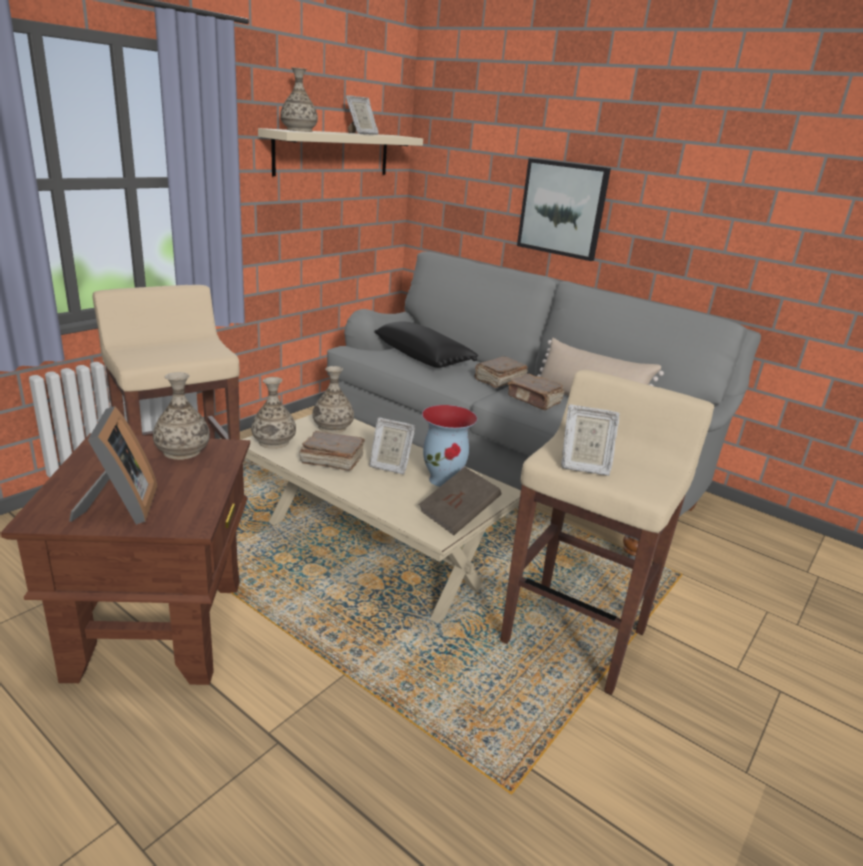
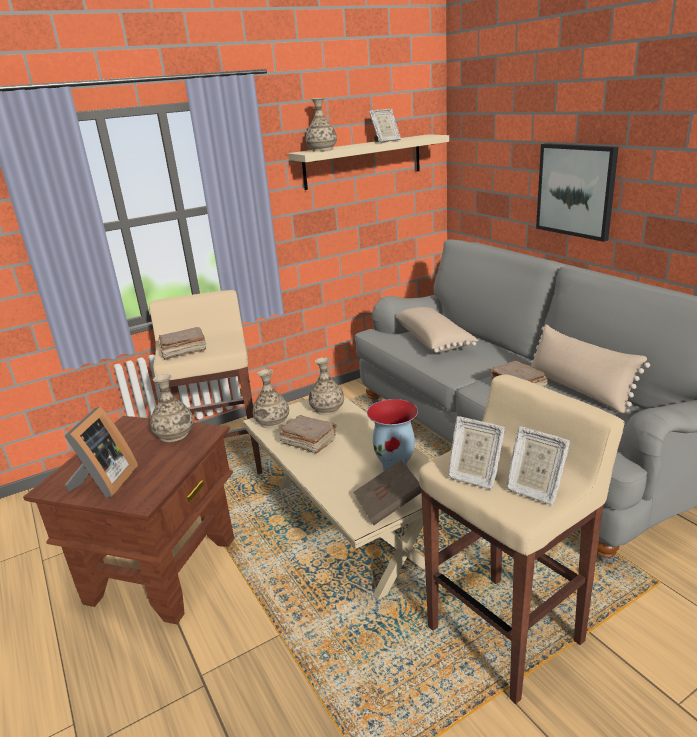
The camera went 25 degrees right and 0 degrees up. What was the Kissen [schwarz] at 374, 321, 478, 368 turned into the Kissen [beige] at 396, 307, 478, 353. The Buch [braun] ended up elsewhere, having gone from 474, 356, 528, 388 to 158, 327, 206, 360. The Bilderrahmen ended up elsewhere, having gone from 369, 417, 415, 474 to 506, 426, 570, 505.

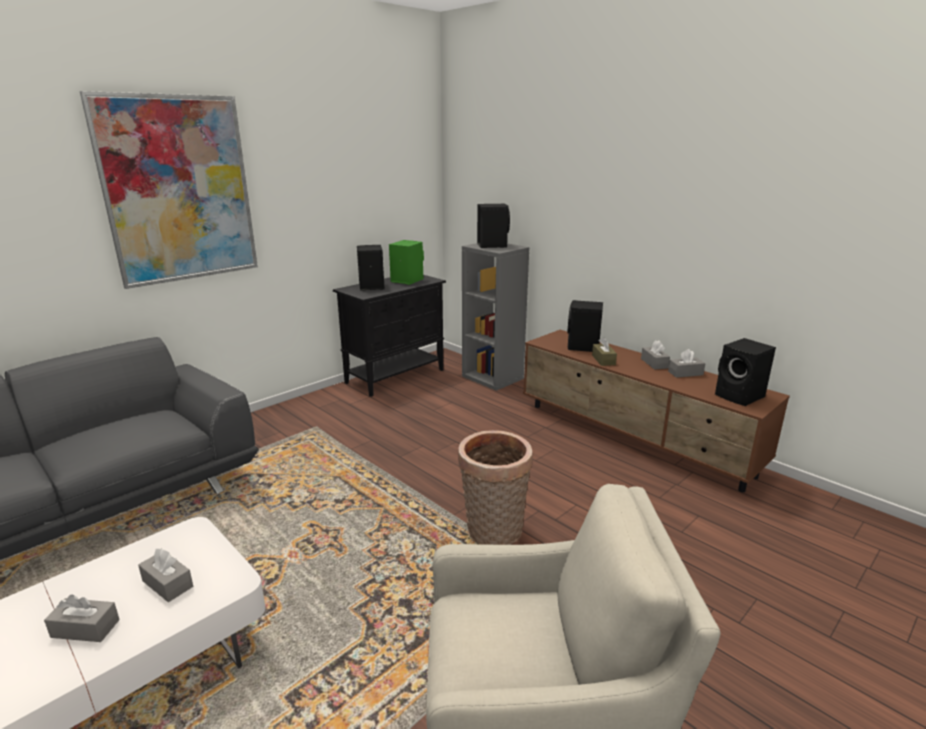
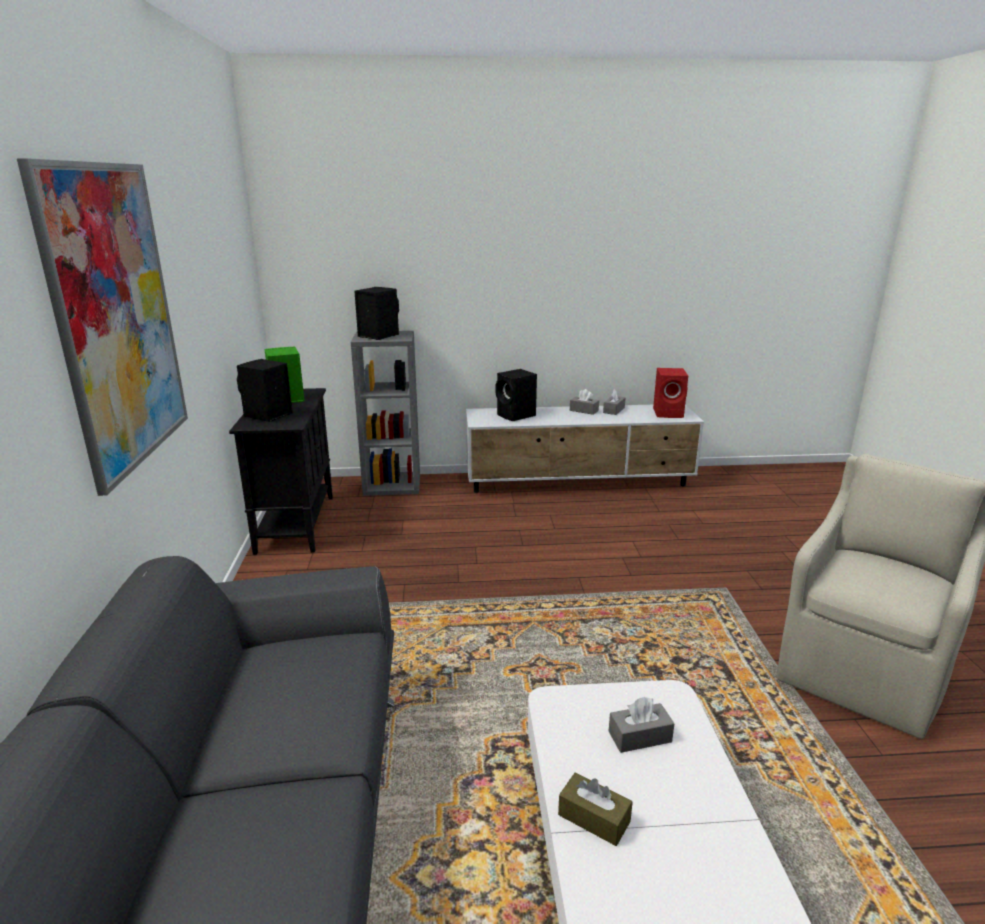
The camera went 50 degrees left and 0 degrees up. What was the Fernsehschrank [braun] at 523, 330, 790, 492 turned into the Fernsehschrank [weiß] at 466, 405, 704, 493. The Taschentuchbox [braun] ended up elsewhere, having gone from 592, 337, 617, 366 to 558, 773, 633, 846. What was the Lautsprecher [schwarz] at 715, 338, 776, 406 turned into the Lautsprecher [rot] at 653, 368, 688, 418. The second view lost the Korb at 458, 430, 533, 545. The second view lost the Taschentuchbox [grau] at 44, 594, 120, 642.

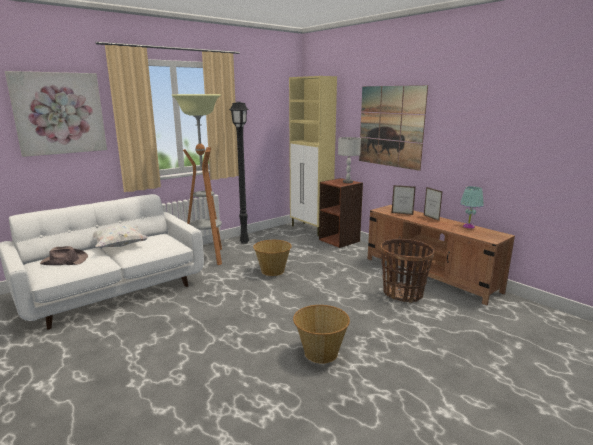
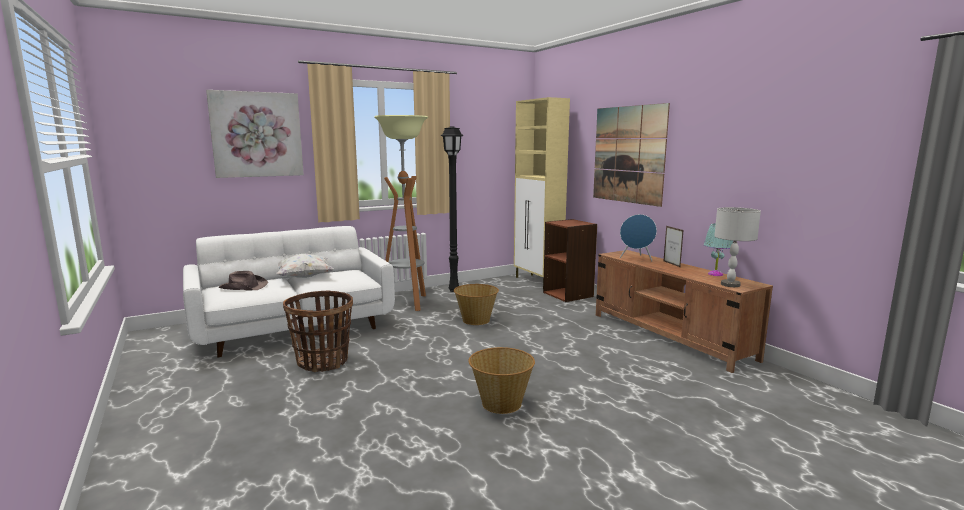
The camera went 10 degrees right and 5 degrees down. The Tischlampe [grau] ended up elsewhere, having gone from 338, 137, 361, 183 to 714, 207, 761, 287. Where the Bilderrahmen stood at 392, 185, 416, 215, the Lautsprecher [blau] came to stand at 620, 214, 657, 261. The Korb ended up elsewhere, having gone from 381, 238, 434, 303 to 283, 290, 353, 372.

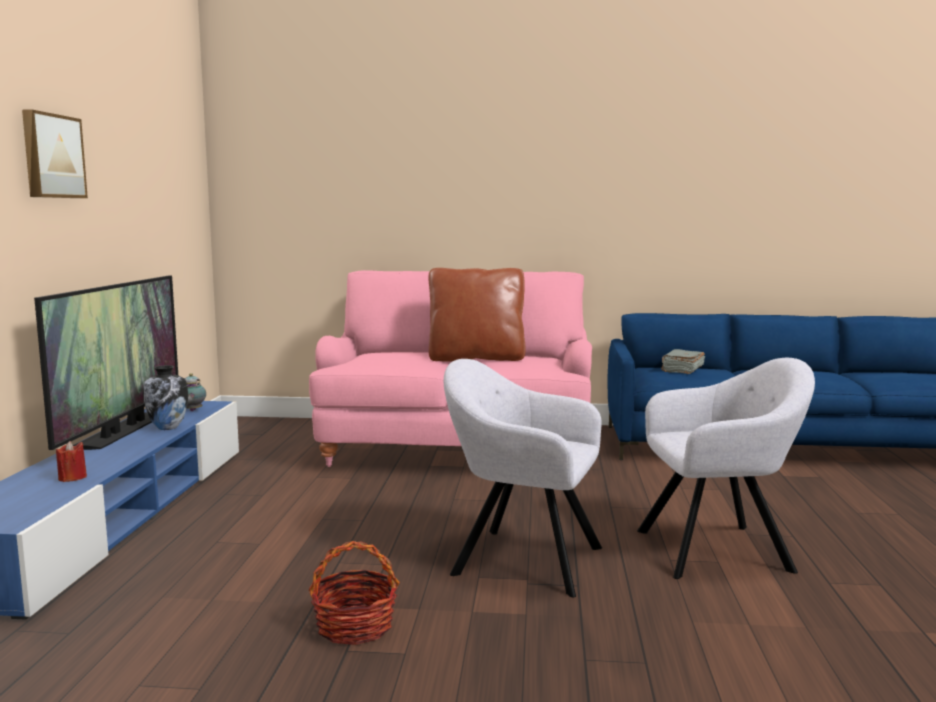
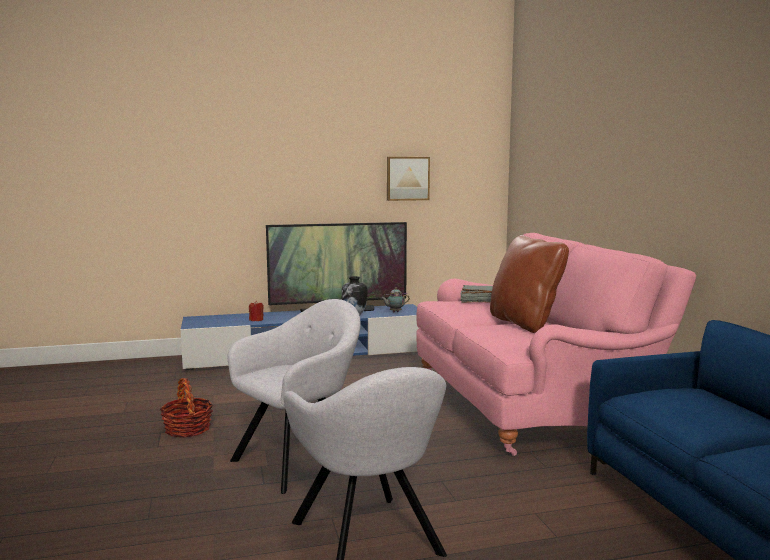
The camera went 70 degrees right and 0 degrees up. The Bild ended up elsewhere, having gone from 22, 109, 88, 198 to 387, 157, 430, 201. The Buch [grau] ended up elsewhere, having gone from 661, 349, 705, 374 to 461, 285, 493, 303. The Sessel [grau] at 444, 359, 602, 598 ended up facing another way, 45 degrees clockwise from before.

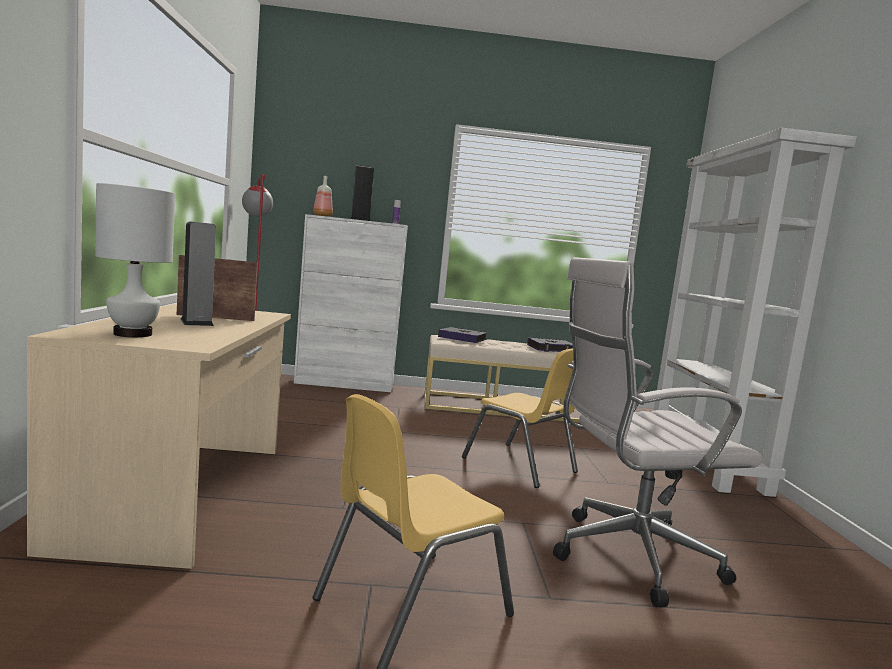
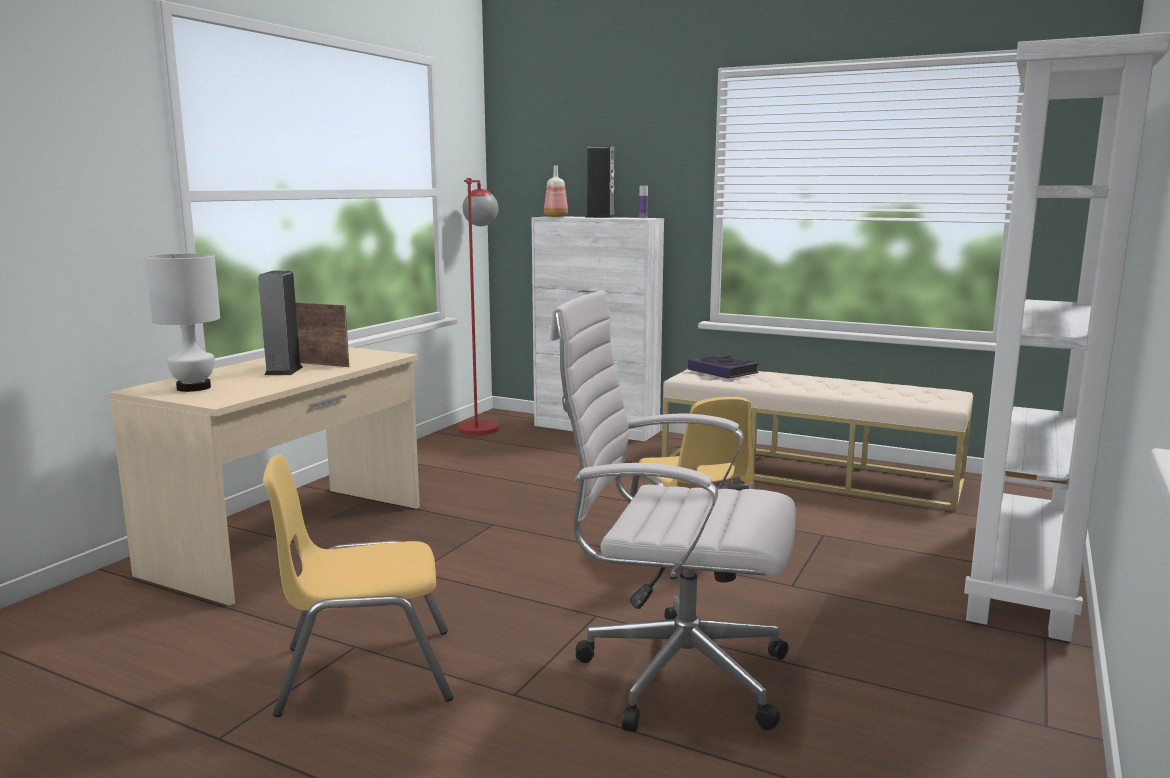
The camera went 30 degrees right and 5 degrees up. The second view lost the Buch at 527, 338, 573, 352.

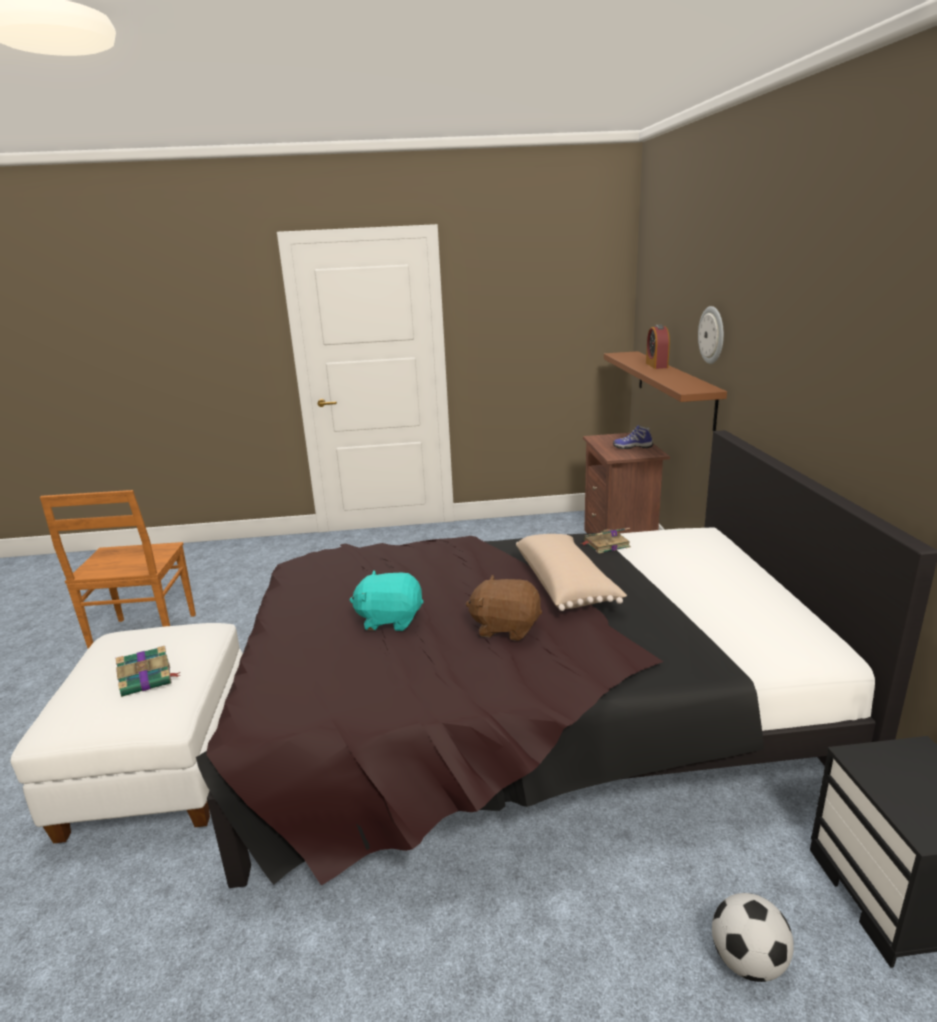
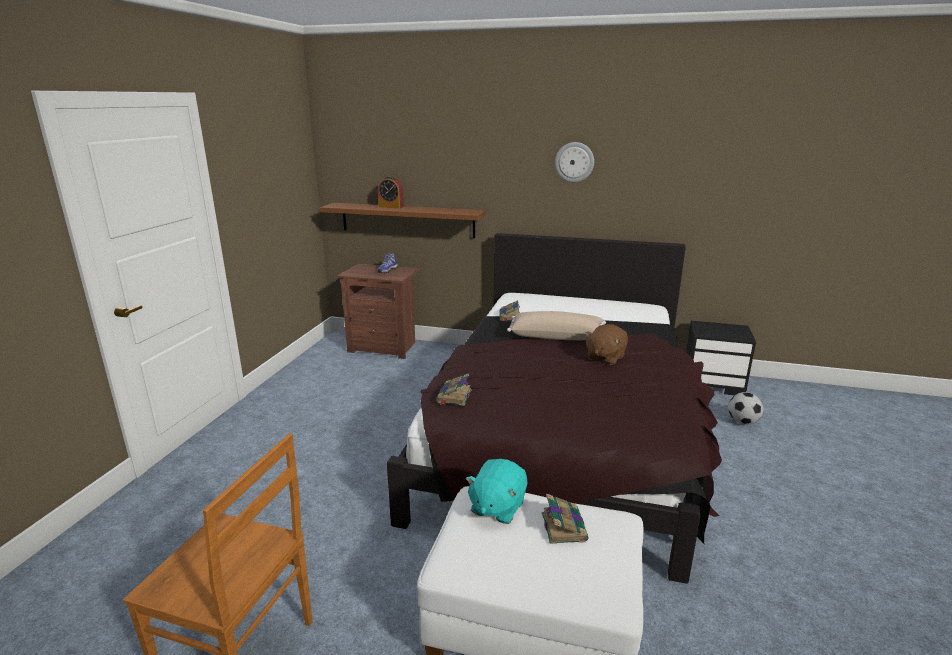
The camera went 70 degrees left and 0 degrees up. The Wanduhr ended up elsewhere, having gone from 698, 306, 724, 364 to 555, 142, 594, 182. The Plüschtier [türkis] ended up elsewhere, having gone from 350, 571, 424, 631 to 466, 459, 527, 524. The second view gained the Buch at 436, 373, 472, 406.

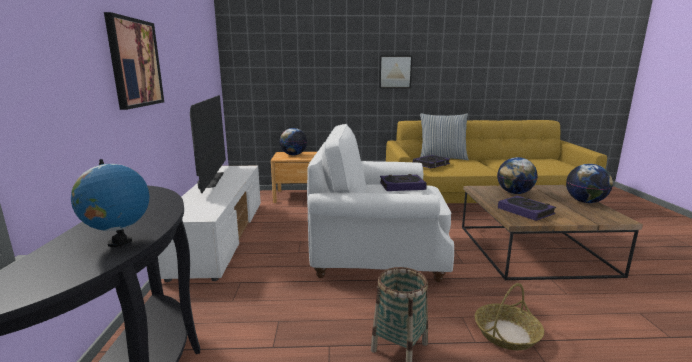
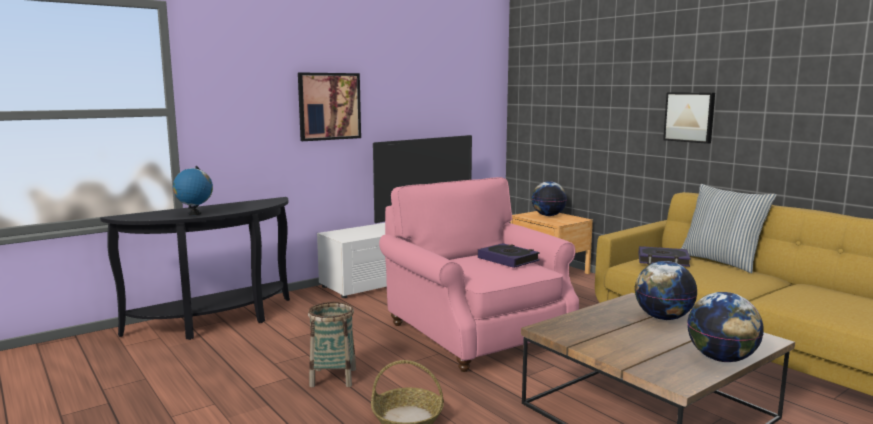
The camera went 55 degrees right and 5 degrees down. What was the Sessel [weiß] at 307, 124, 454, 282 turned into the Sessel [rosa] at 379, 177, 579, 372. The second view lost the Buch at 498, 196, 556, 221.

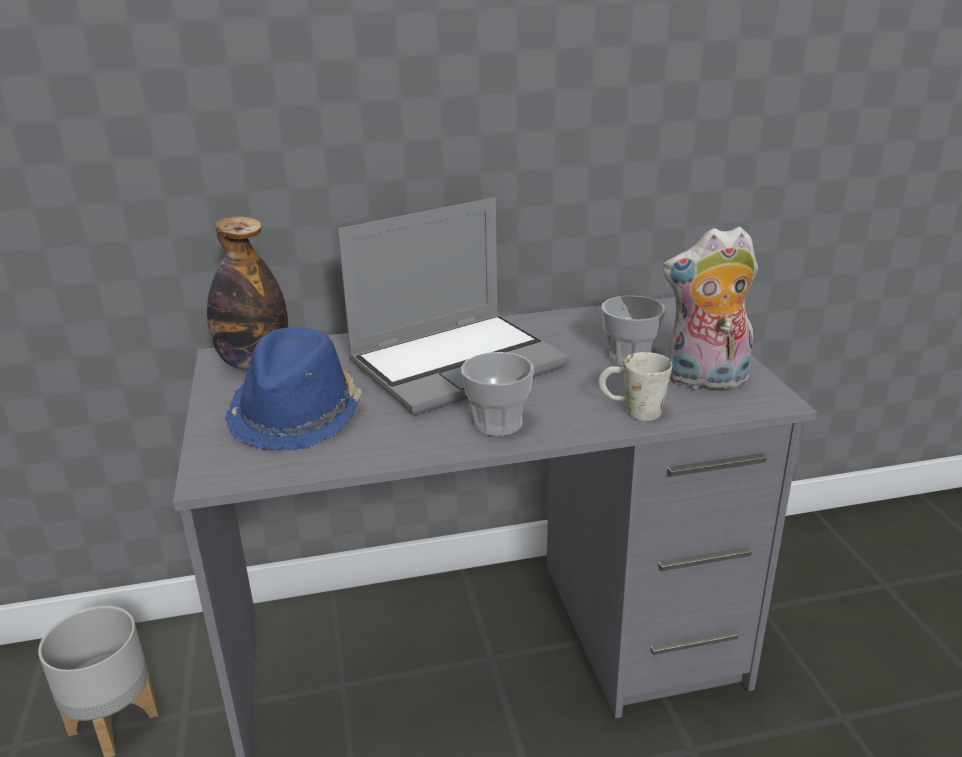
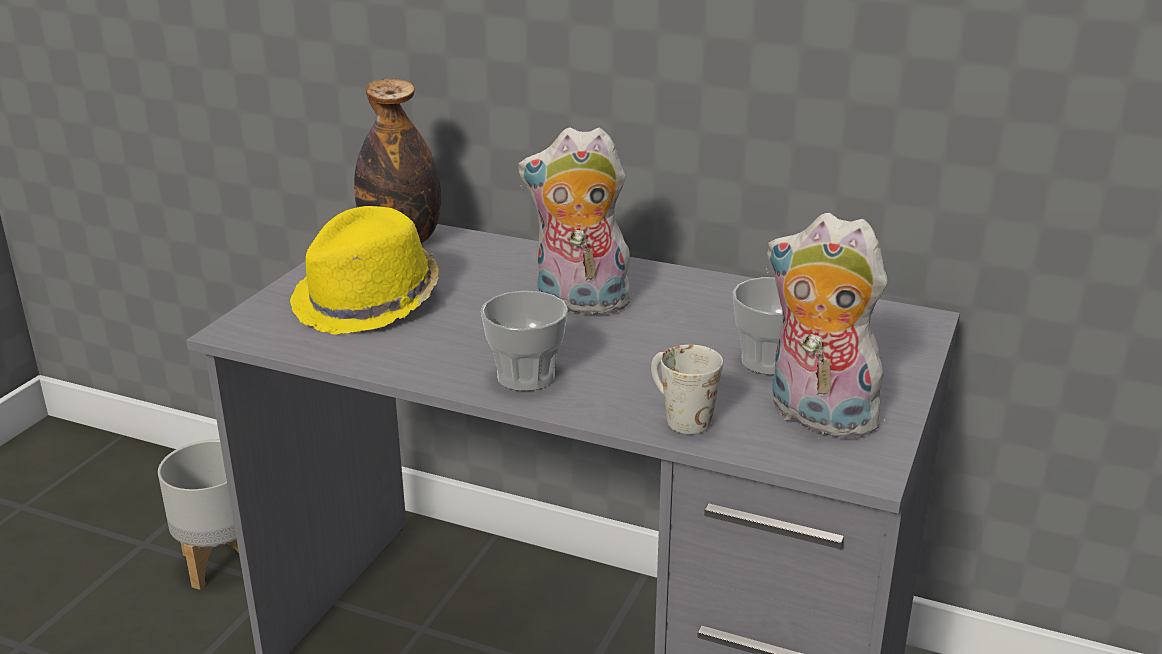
The camera went 35 degrees right and 0 degrees up. Where the Laptop stood at 337, 197, 569, 415, the Plüschtier came to stand at 518, 127, 634, 319. What was the Hut [blau] at 225, 327, 362, 451 turned into the Hut [gelb] at 290, 206, 439, 335.

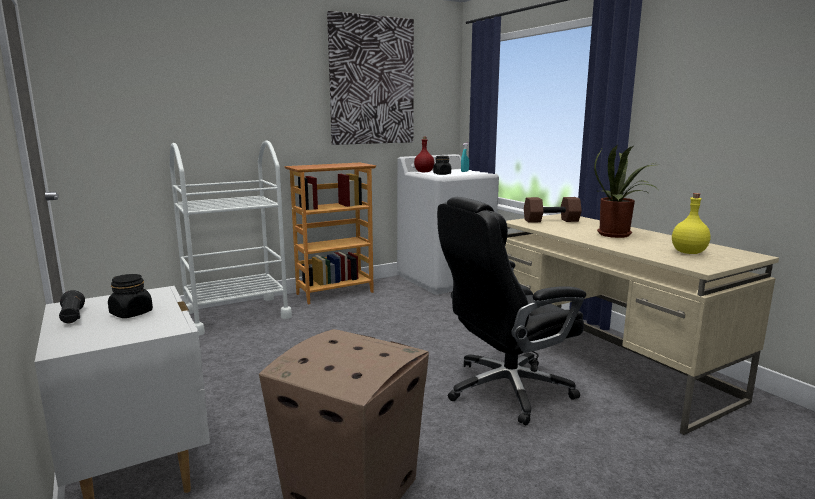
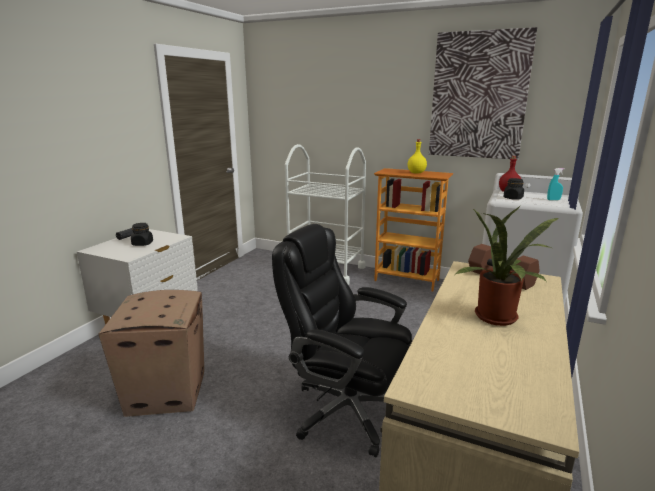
The camera went 55 degrees right and 5 degrees up. The Flasche [gelb] ended up elsewhere, having gone from 672, 193, 710, 254 to 408, 139, 427, 173.

